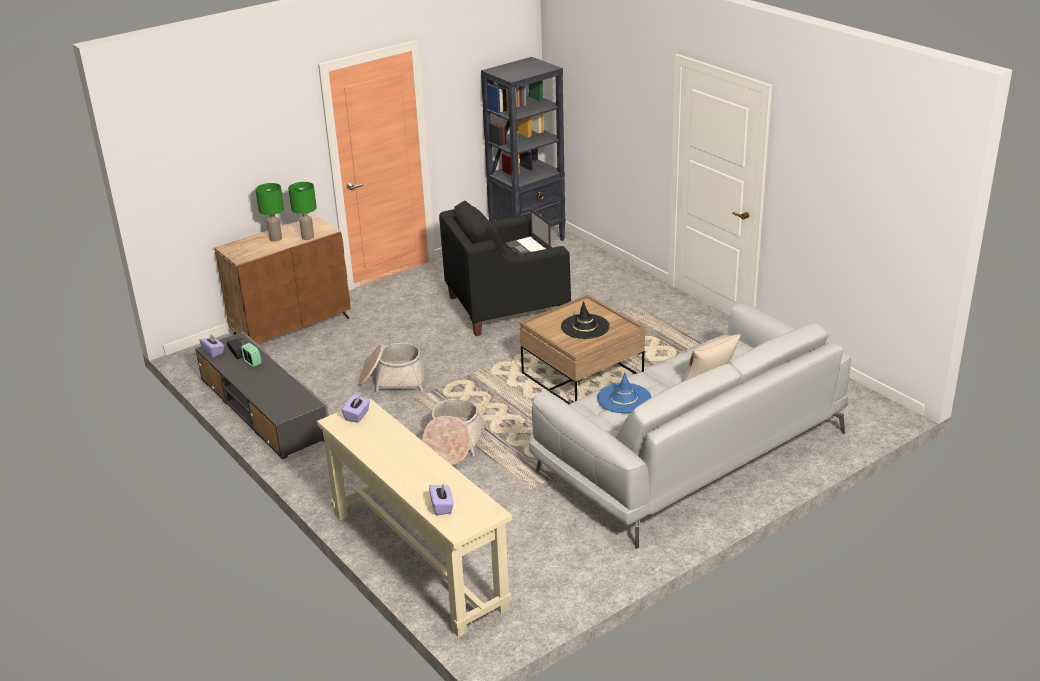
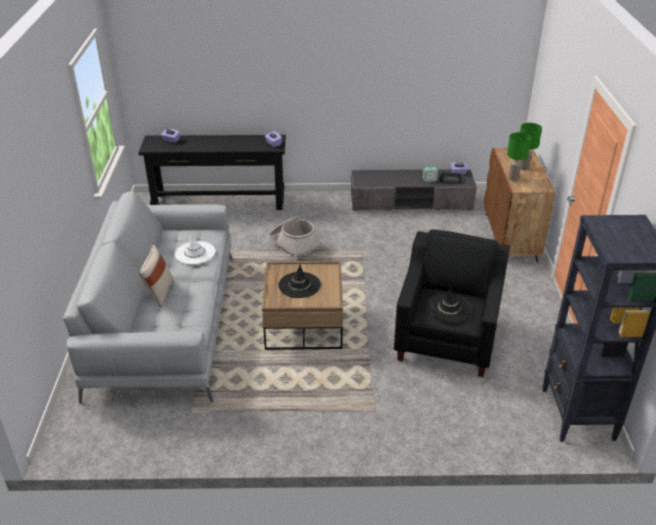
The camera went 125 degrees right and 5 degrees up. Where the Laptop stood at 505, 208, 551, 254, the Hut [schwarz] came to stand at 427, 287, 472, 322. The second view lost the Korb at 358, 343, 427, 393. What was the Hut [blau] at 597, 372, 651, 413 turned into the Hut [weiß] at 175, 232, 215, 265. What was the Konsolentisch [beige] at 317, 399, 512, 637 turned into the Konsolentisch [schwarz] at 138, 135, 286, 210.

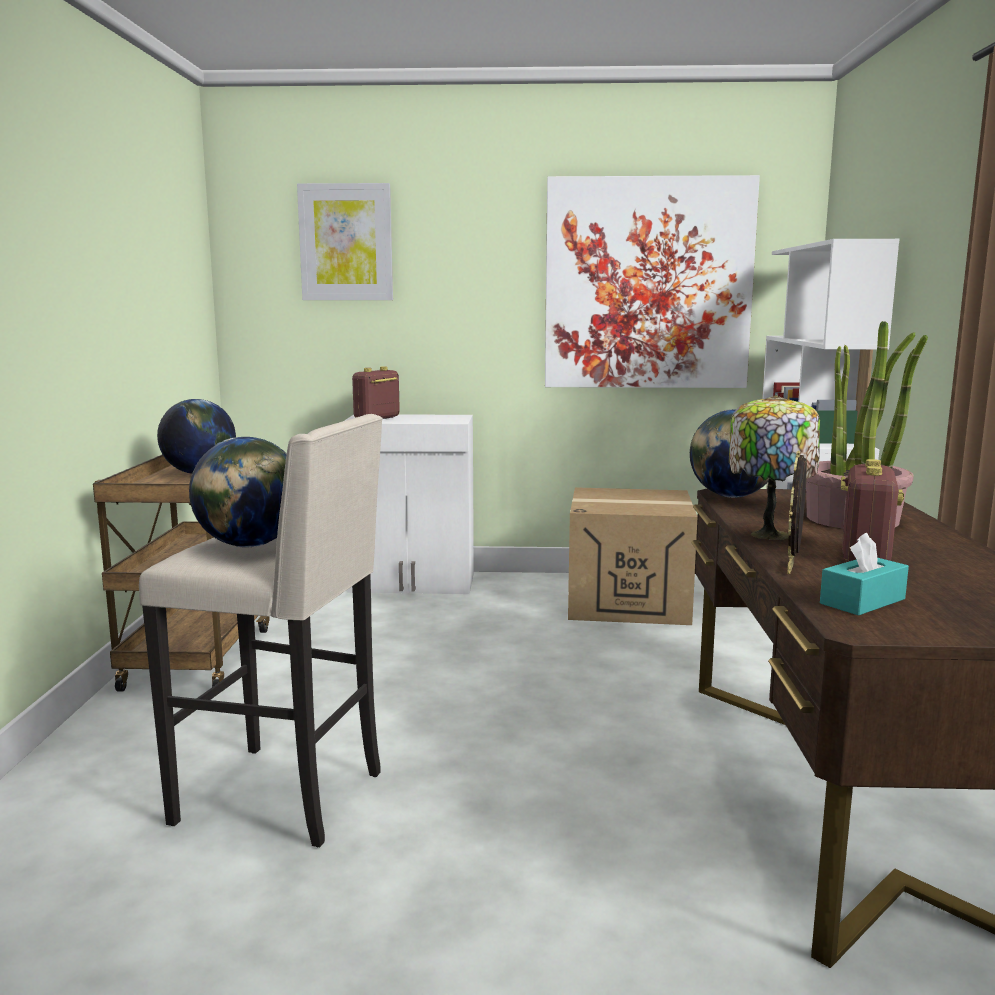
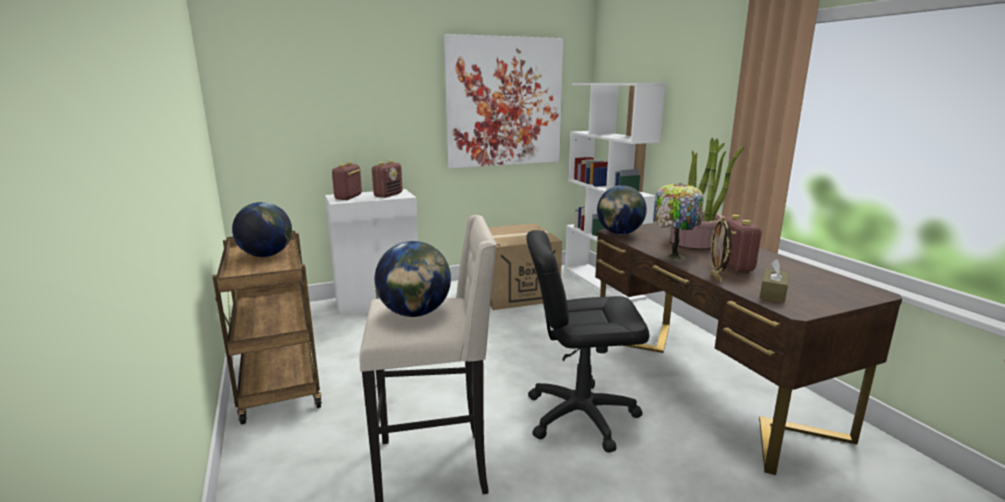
The camera went 25 degrees left and 5 degrees up. The second view lost the Bild at 297, 183, 393, 300. What was the Taschentuchbox [türkis] at 820, 533, 909, 616 turned into the Taschentuchbox [braun] at 760, 259, 789, 303. The second view gained the Radio at 372, 160, 403, 198. The second view gained the Bürostuhl [schwarz] at 526, 230, 649, 453.

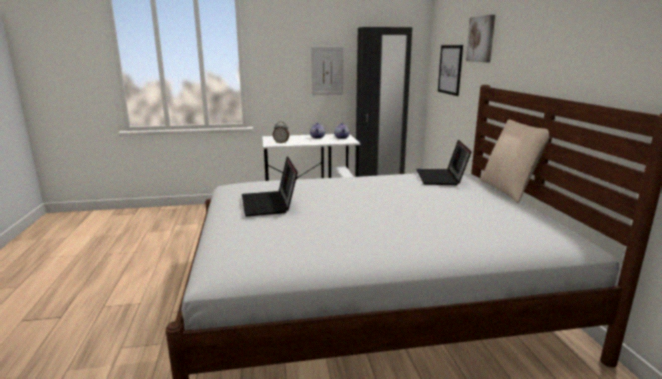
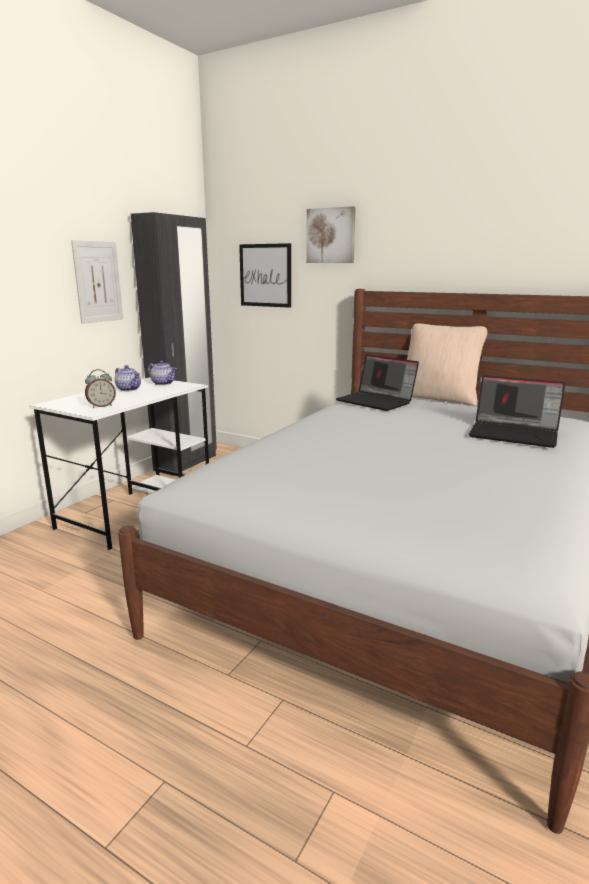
The camera went 50 degrees left and 0 degrees up. The Laptop ended up elsewhere, having gone from 242, 156, 298, 216 to 468, 375, 565, 448.

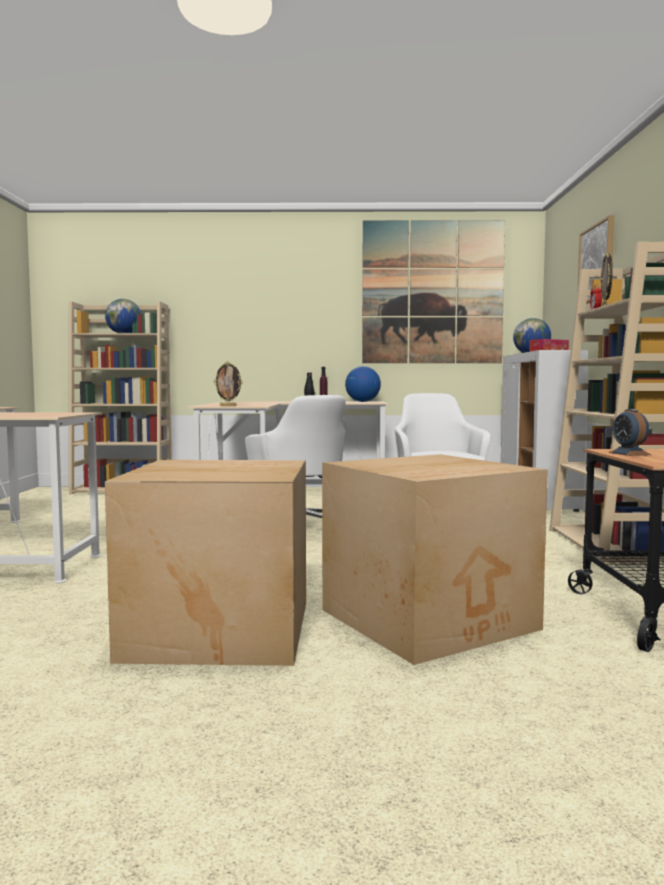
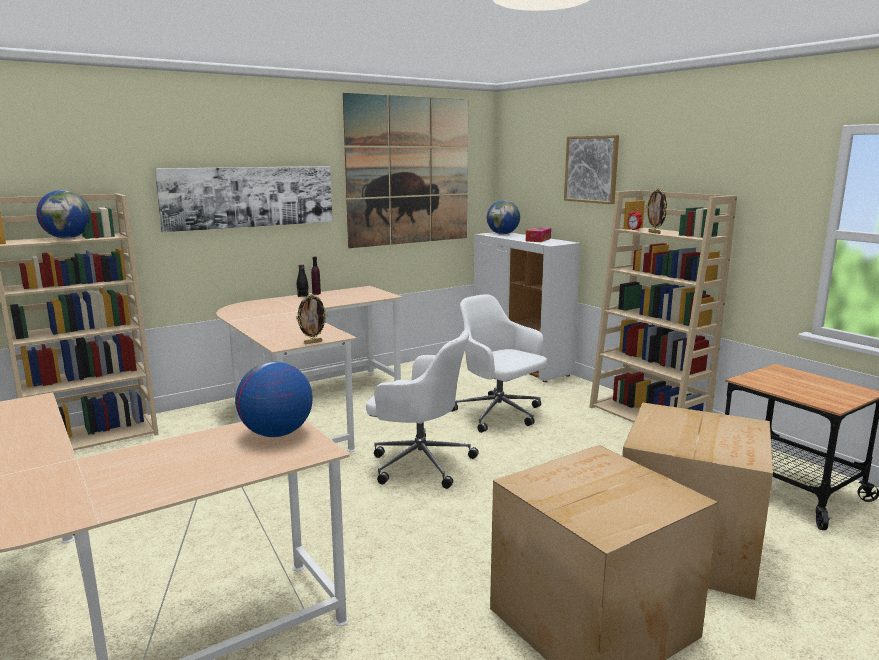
The camera went 35 degrees left and 10 degrees up. The Globus ended up elsewhere, having gone from 345, 366, 381, 402 to 235, 362, 312, 437. The second view lost the Wecker at 609, 409, 651, 456. The second view gained the Bild at 154, 166, 332, 232.

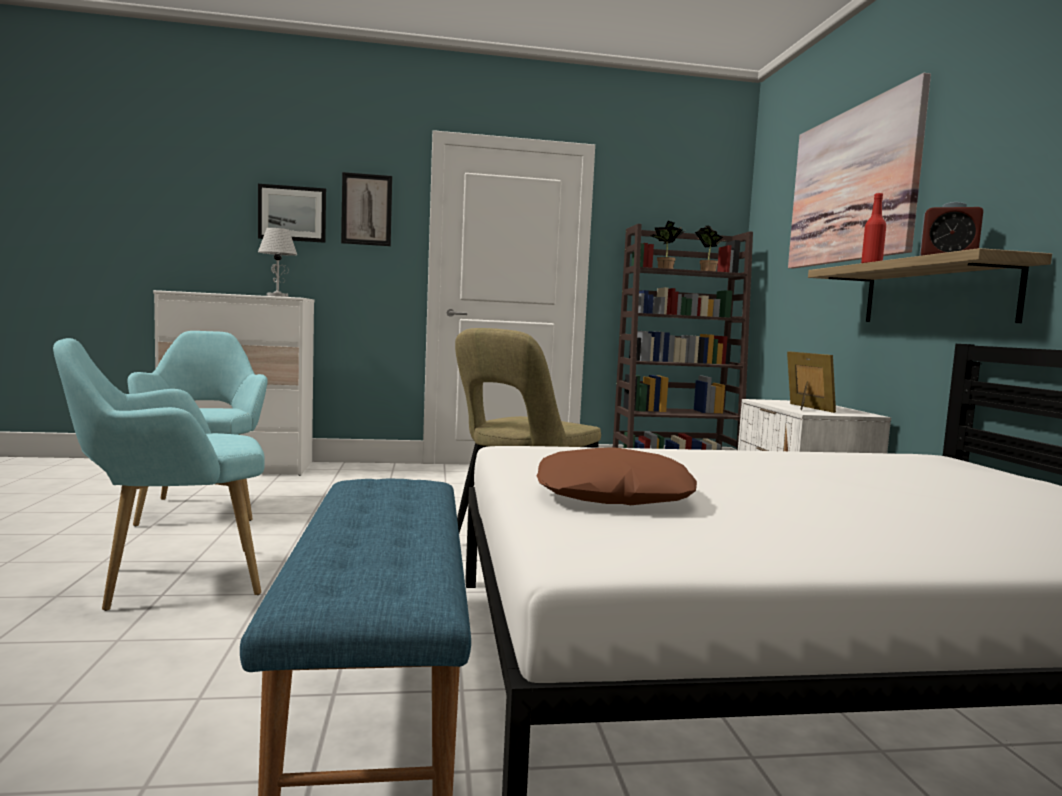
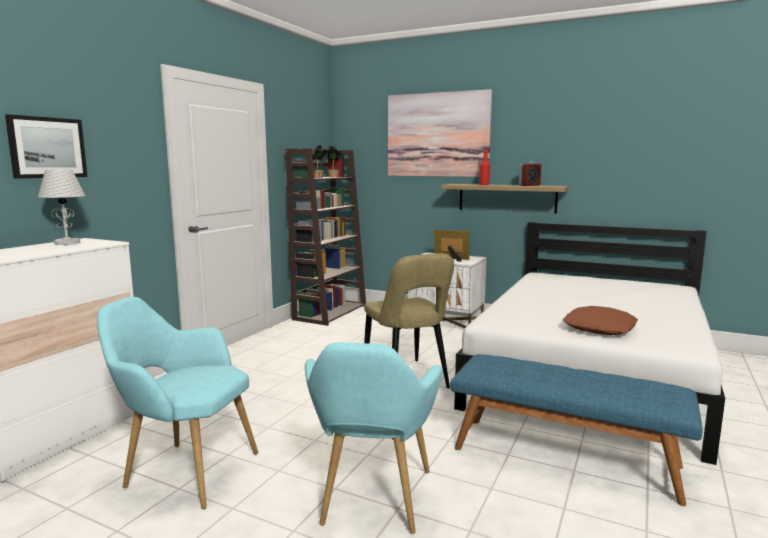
The camera went 55 degrees left and 5 degrees up. The second view lost the Bild at 341, 172, 392, 246.

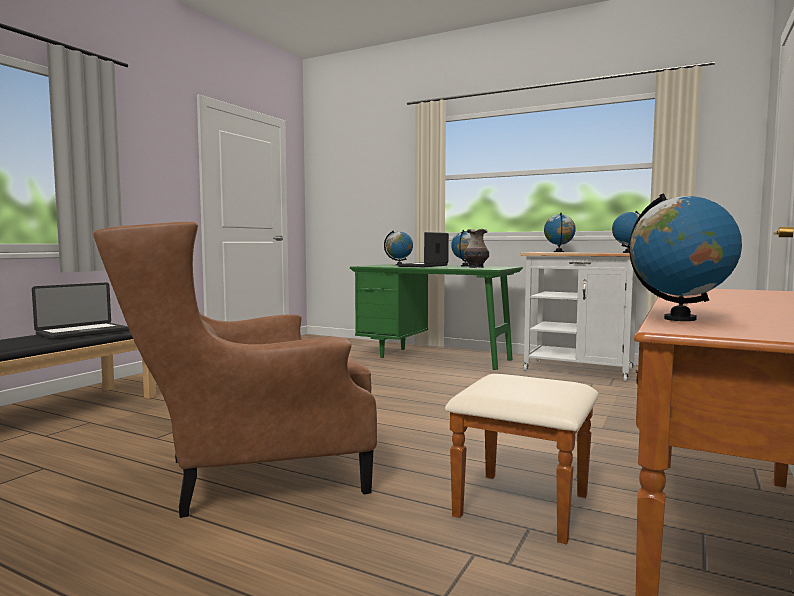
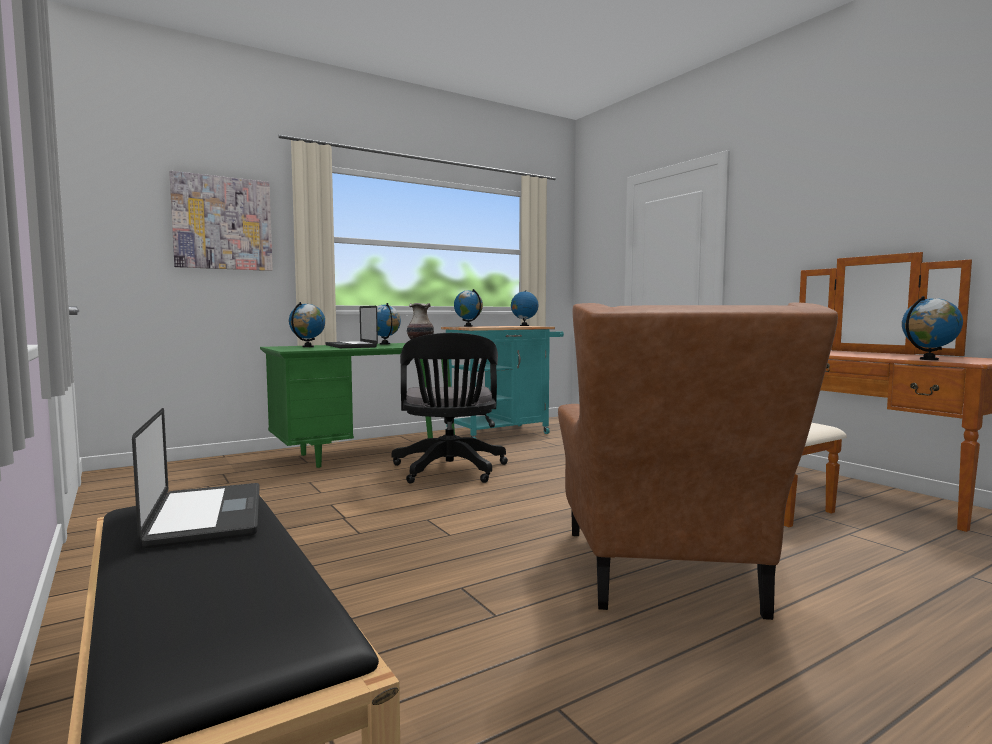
The camera went 60 degrees left and 0 degrees up. What was the Rollwagen [weiß] at 520, 252, 638, 382 turned into the Rollwagen [türkis] at 441, 326, 564, 439. The second view gained the Bild at 169, 171, 273, 271. The second view gained the Bürostuhl [schwarz] at 391, 333, 508, 484.

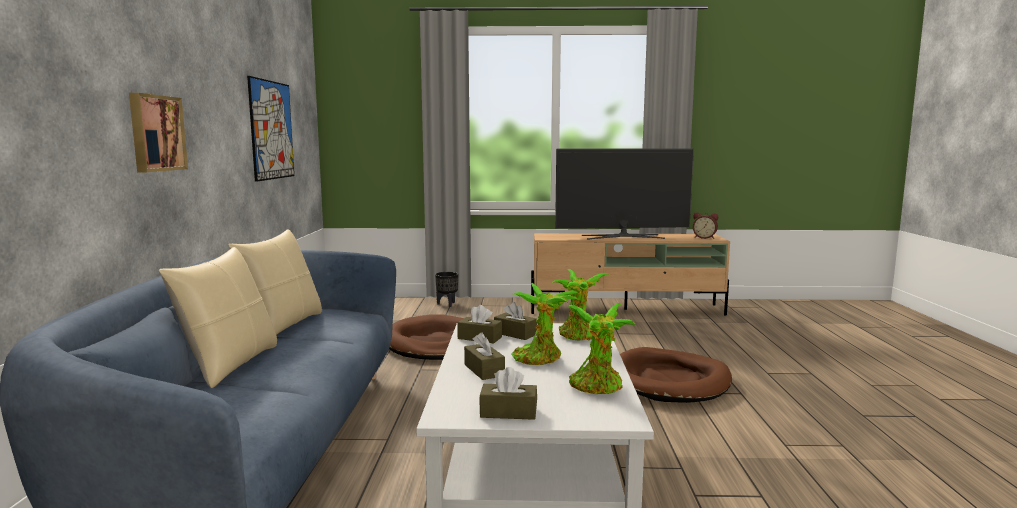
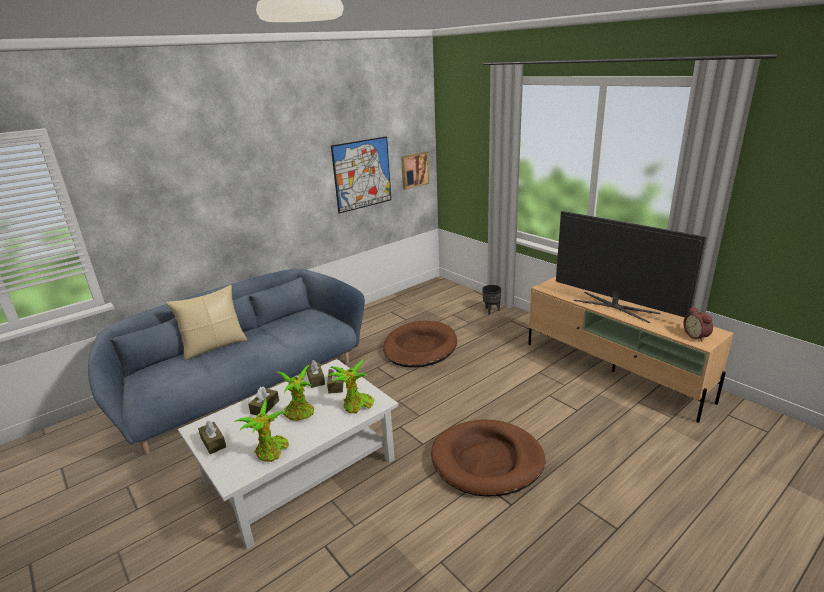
The camera went 50 degrees right and 15 degrees up. The Bild ended up elsewhere, having gone from 129, 93, 188, 172 to 401, 152, 430, 190. The second view lost the Kissen [beige] at 228, 229, 322, 335.

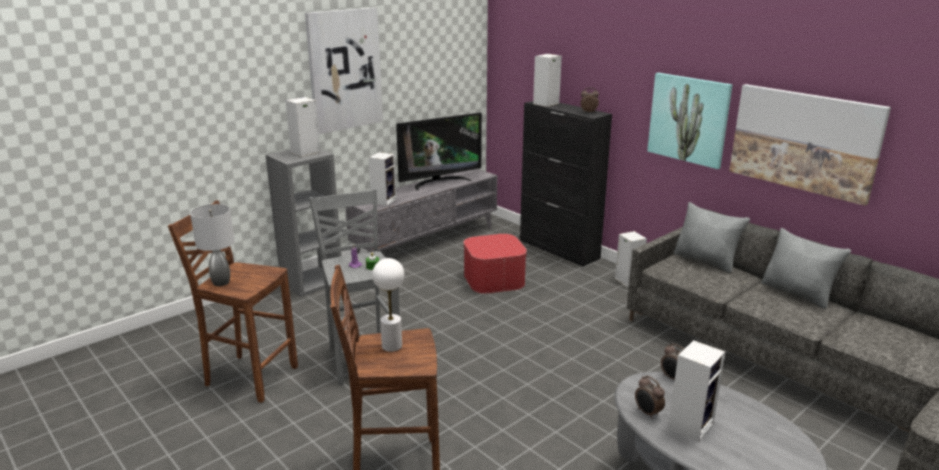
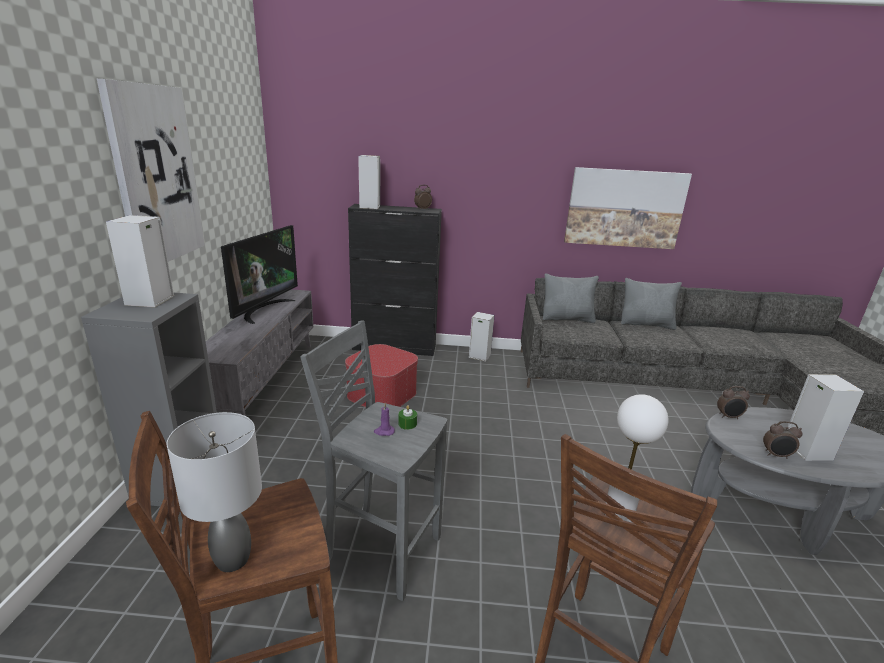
The camera went 45 degrees left and 0 degrees up. The second view lost the Bild at 647, 73, 733, 169. The second view lost the Lautsprecher at 368, 152, 397, 206.

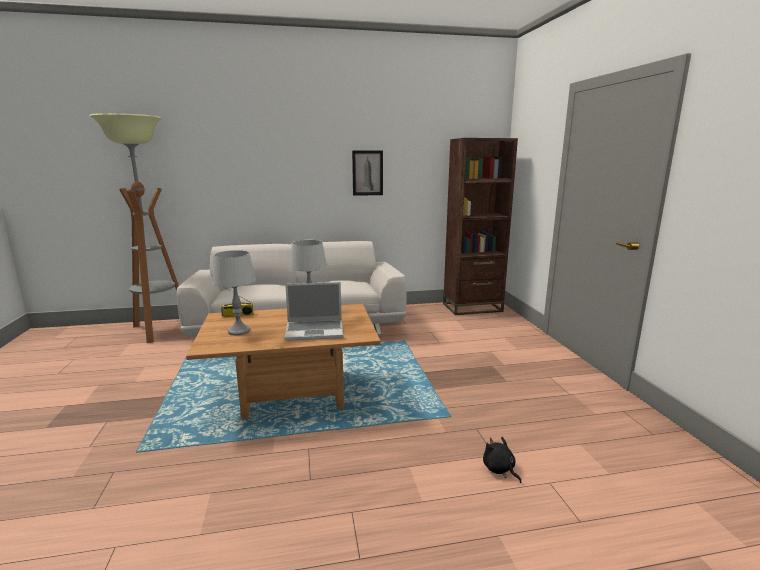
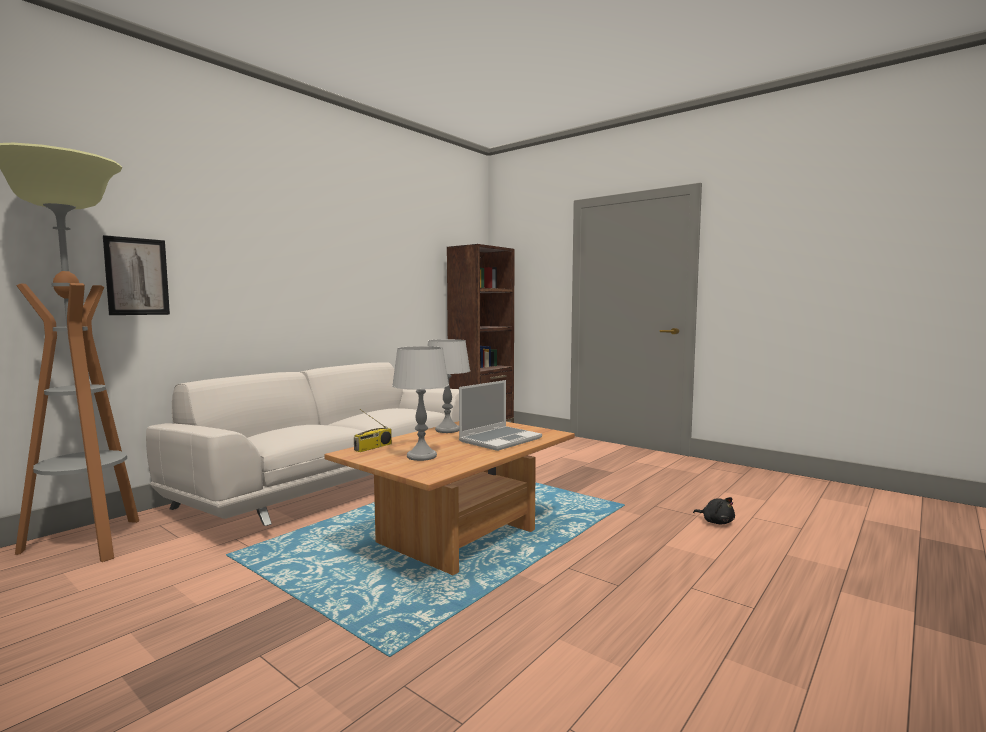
The camera went 40 degrees left and 10 degrees down. The Bild ended up elsewhere, having gone from 352, 150, 383, 196 to 103, 235, 170, 315. The Plüschtier [schwarz] at 483, 437, 521, 483 ended up facing another way, 150 degrees counterclockwise from before.

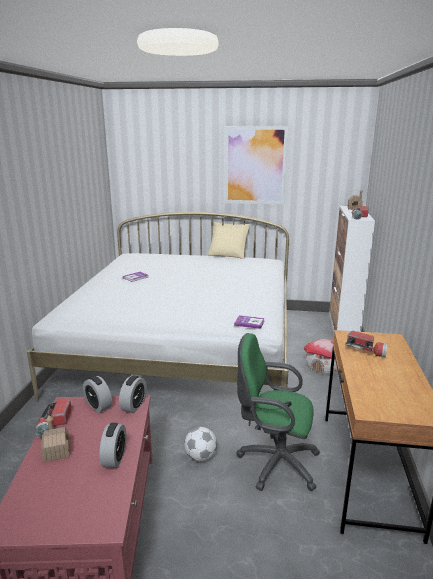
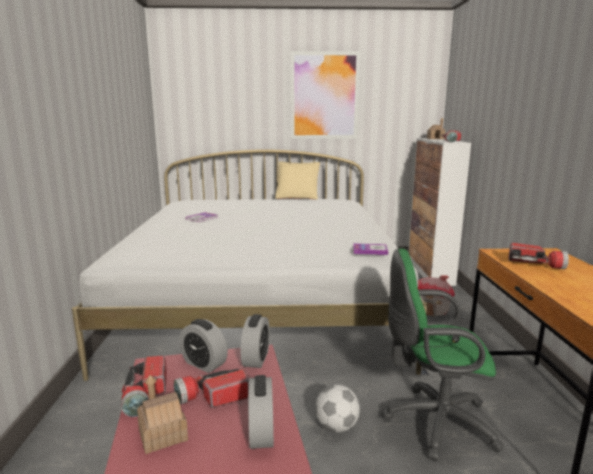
The camera went 10 degrees left and 5 degrees down. The second view gained the Taschenlampe at 174, 368, 249, 407.

